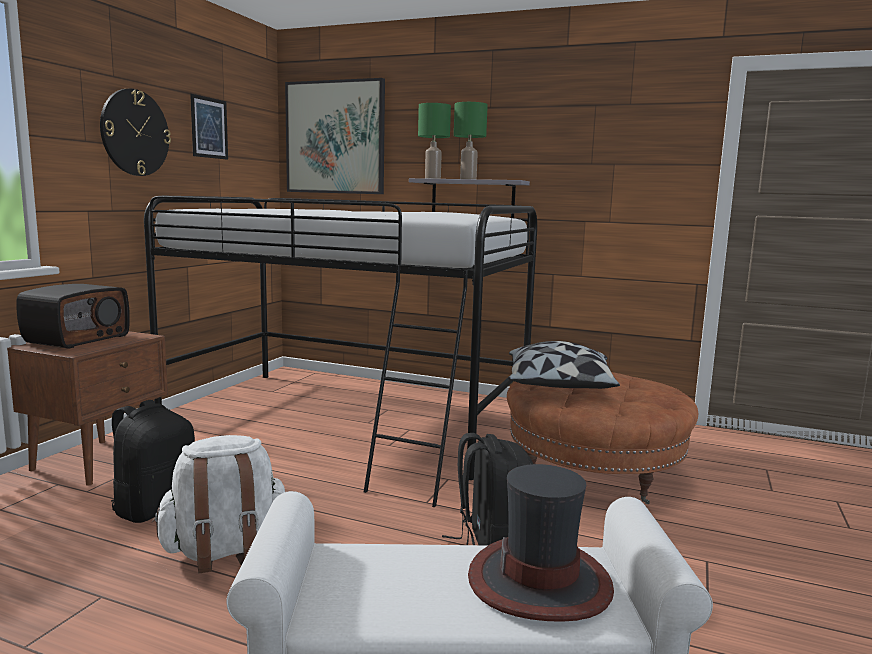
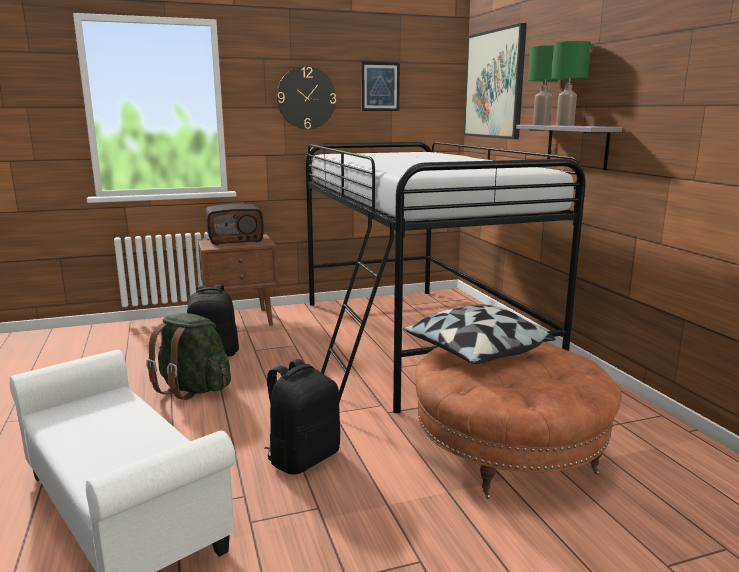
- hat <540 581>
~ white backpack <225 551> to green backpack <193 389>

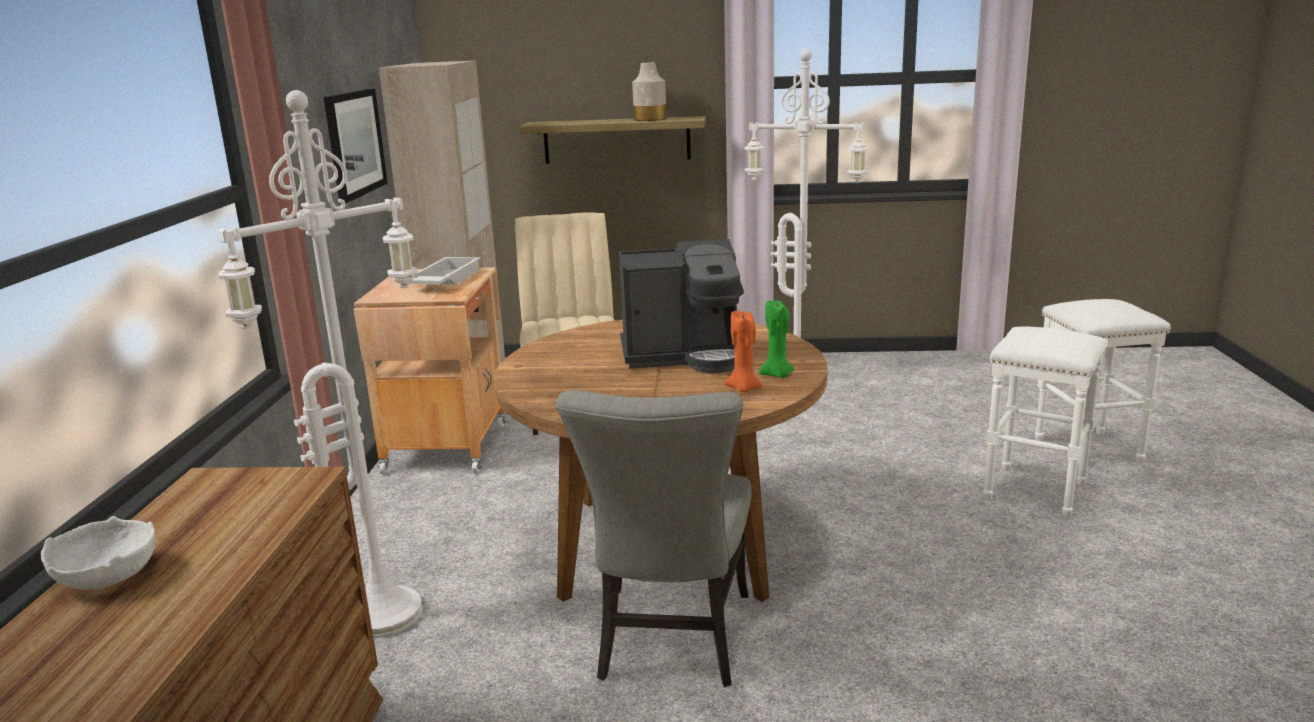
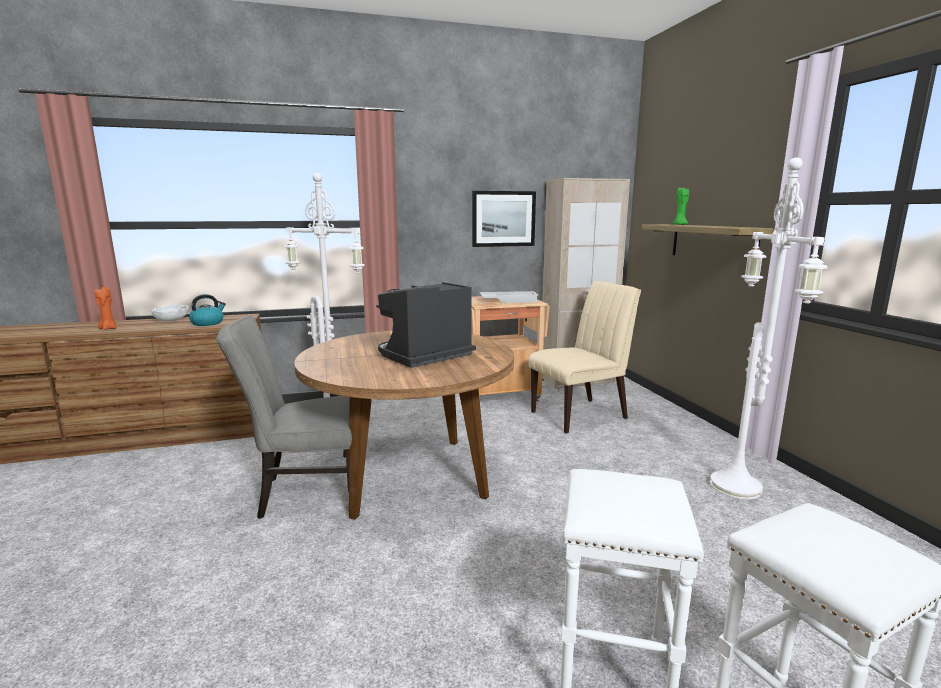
- beige vase <650 119>
+ kettle <208 323>
~ orange candle <743 389> to <108 329>
~ green candle <777 375> to <679 225>
~ coffee machine <685 355> = <424 356> 75 degrees clockwise

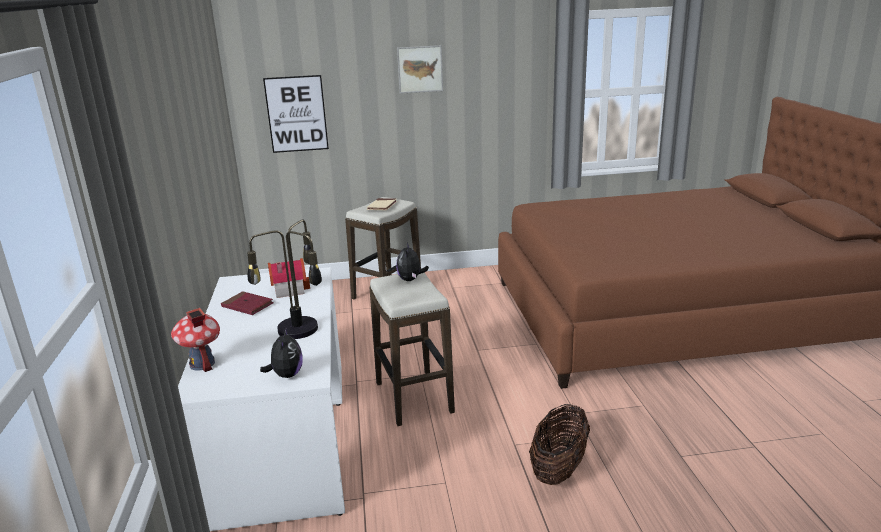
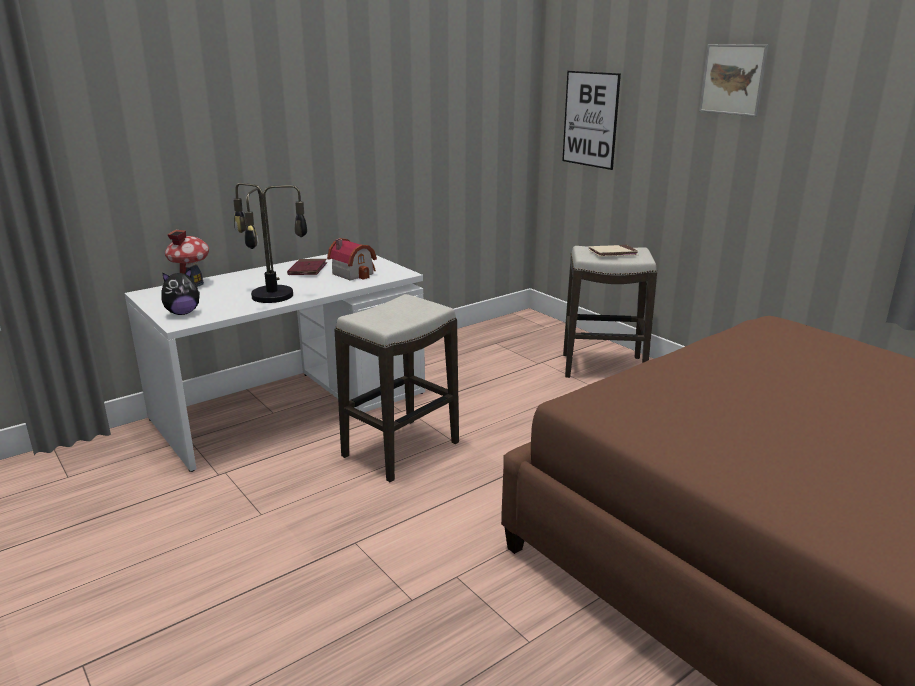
- plush toy <411 280>
- basket <559 468>

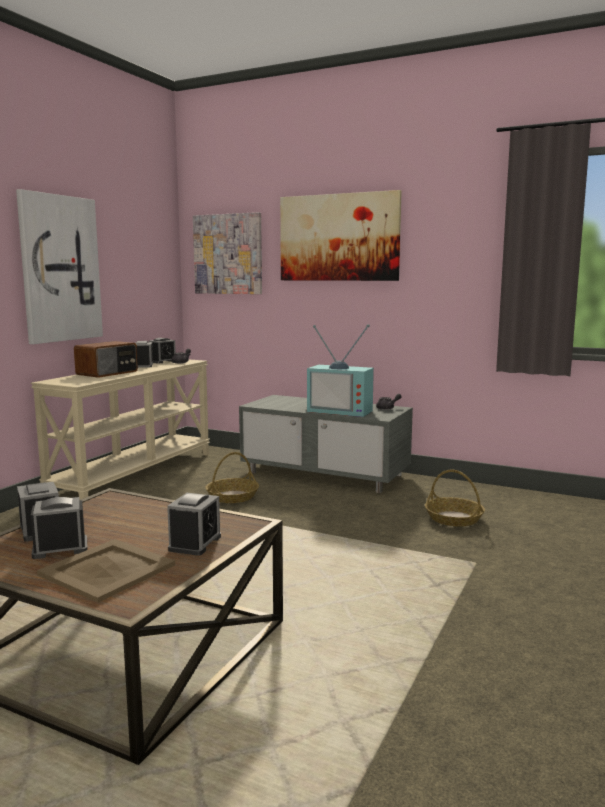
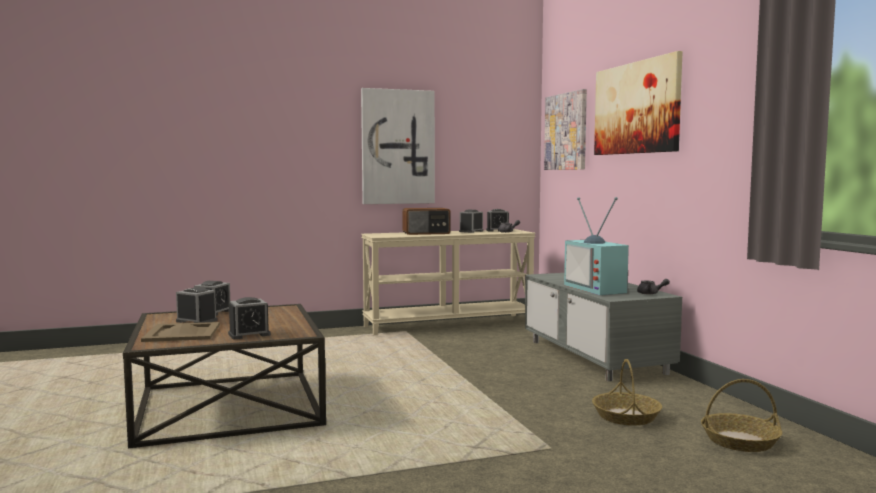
~ basket <232 497> to <739 441>

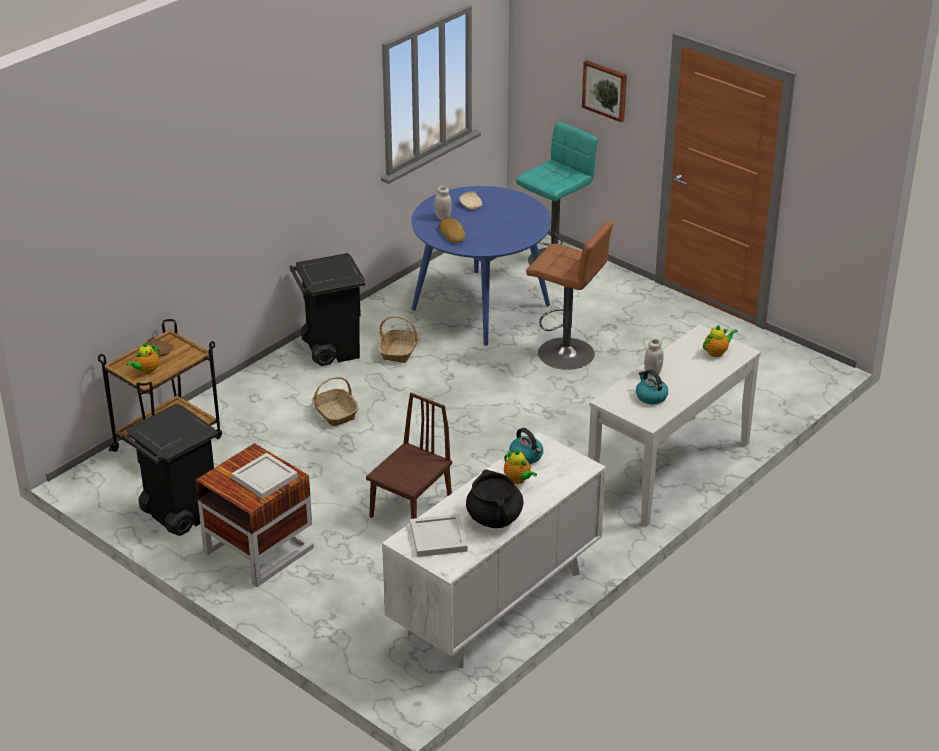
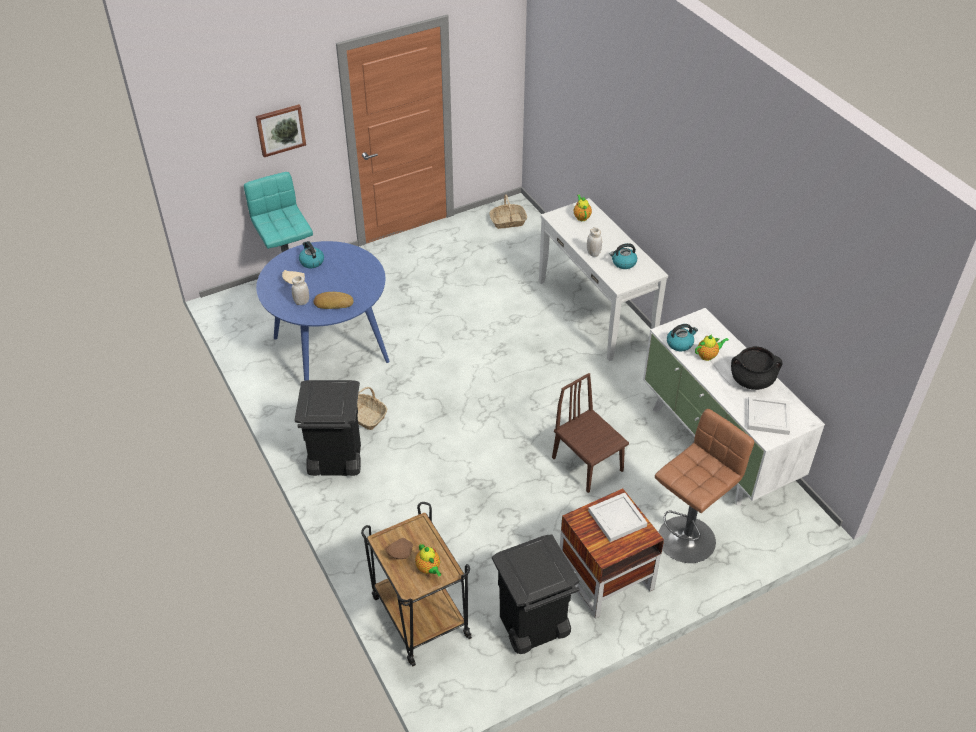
+ kettle <311 261>
~ basket <335 413> to <508 221>
~ brown stool <566 354> to <687 539>

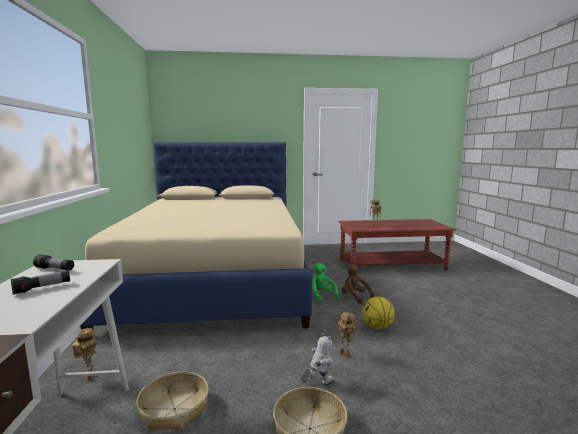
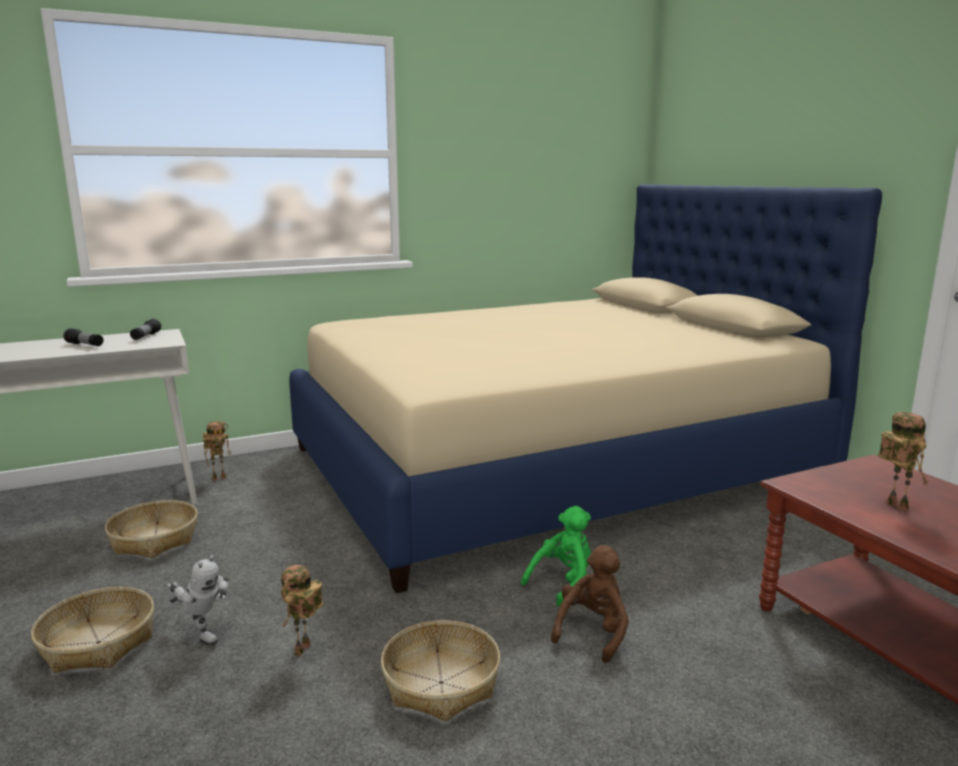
~ basketball <377 327> to basket <440 683>

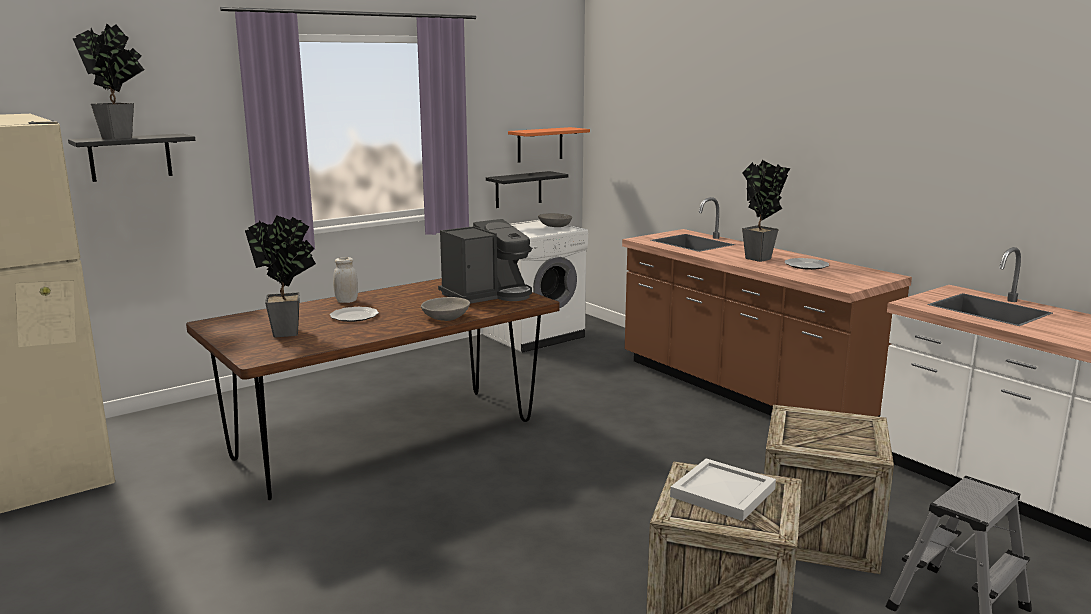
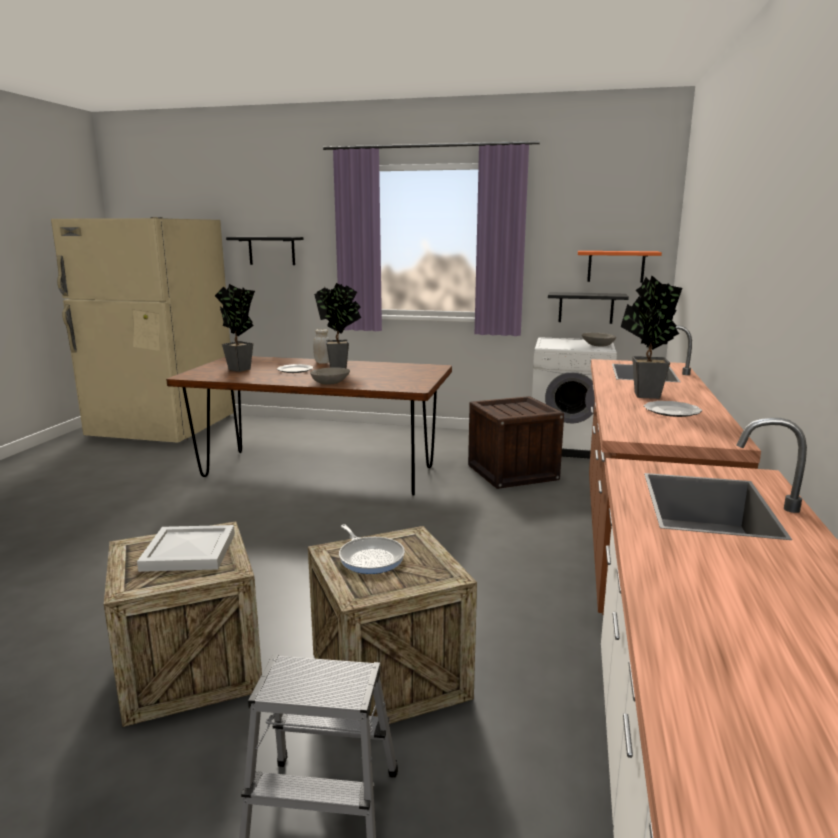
- coffee machine <488 295>
+ frying pan <370 557>
+ crate <512 472>
~ potted plant <122 137> to <341 367>

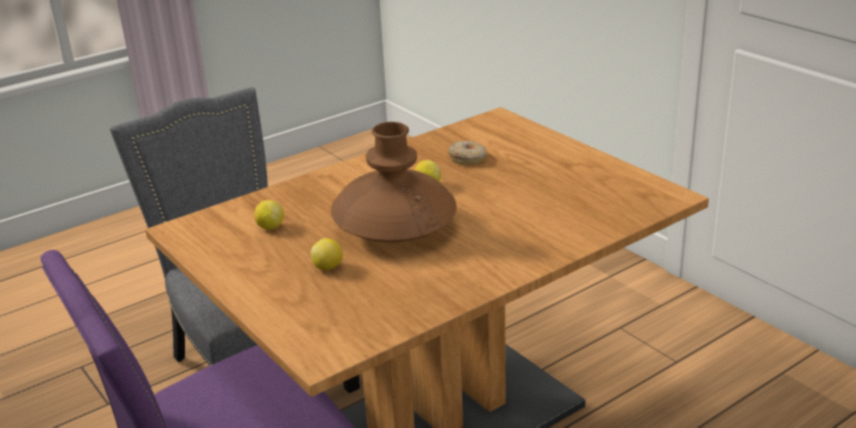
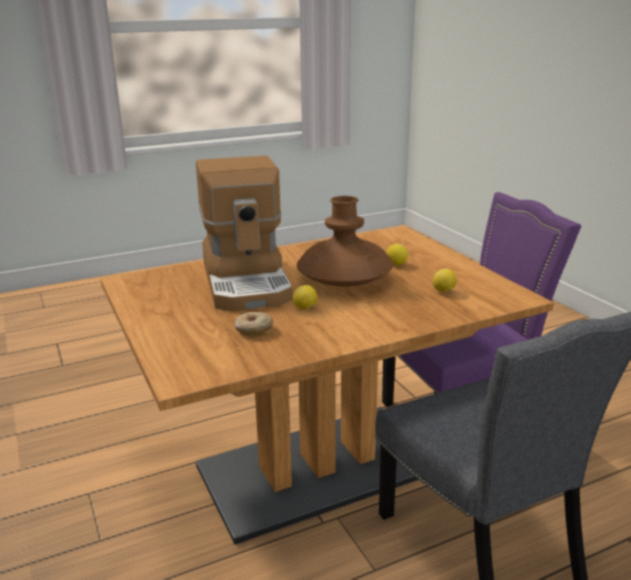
+ coffee machine <248 281>

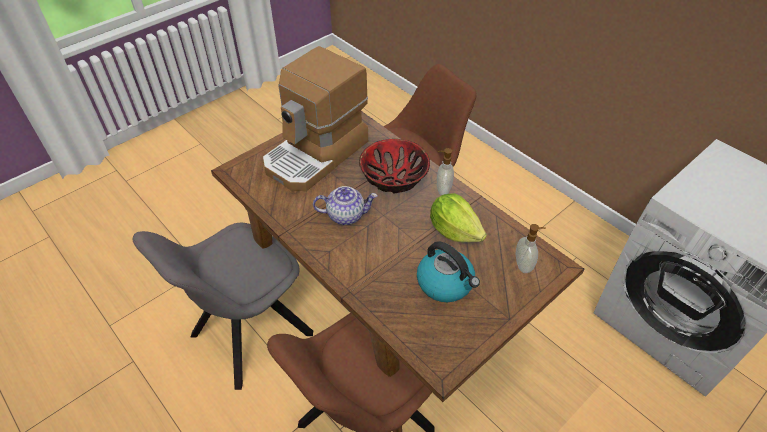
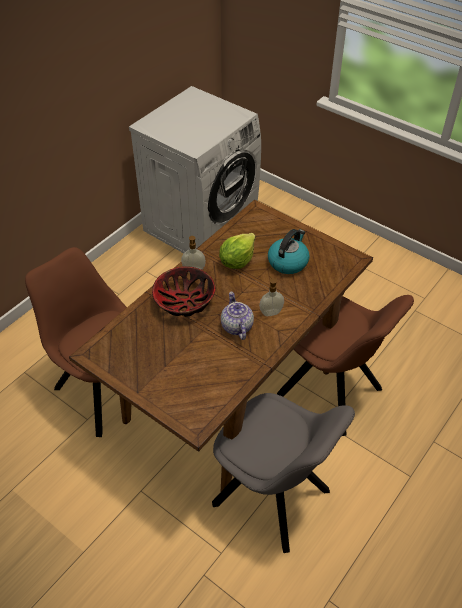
- coffee machine <317 155>
~ soap dispenser <524 265> to <270 312>

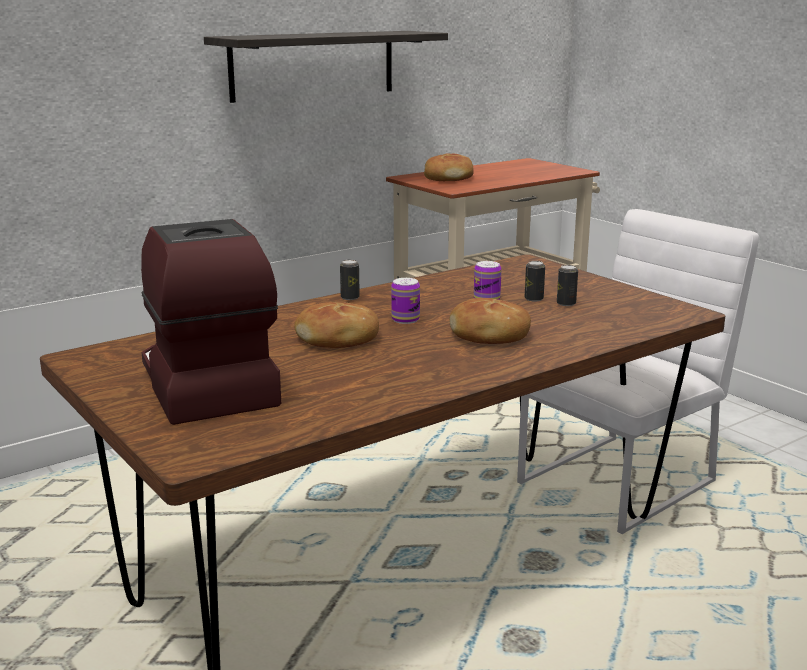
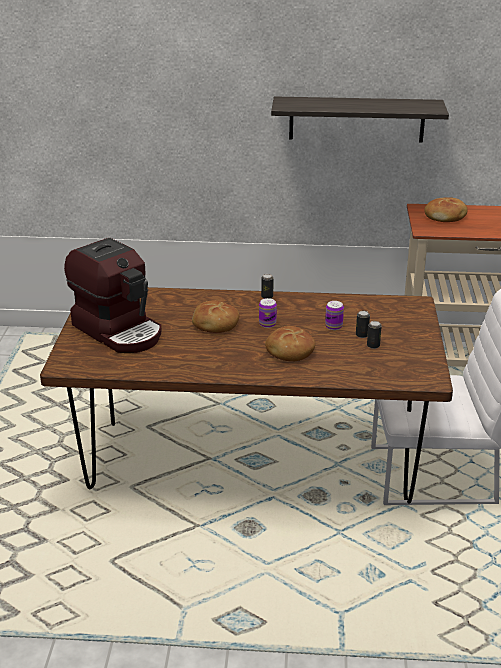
~ coffee machine <205 386> = <119 330> 120 degrees clockwise

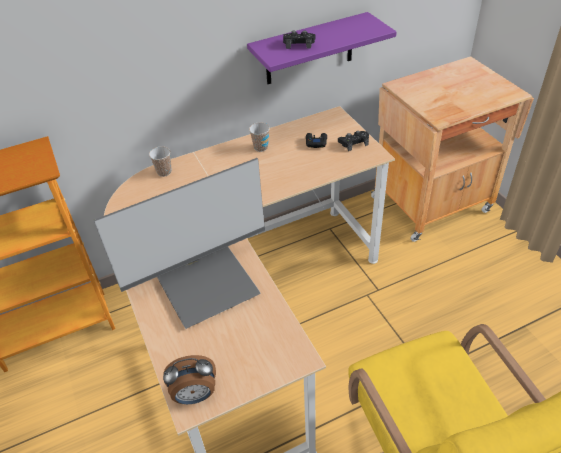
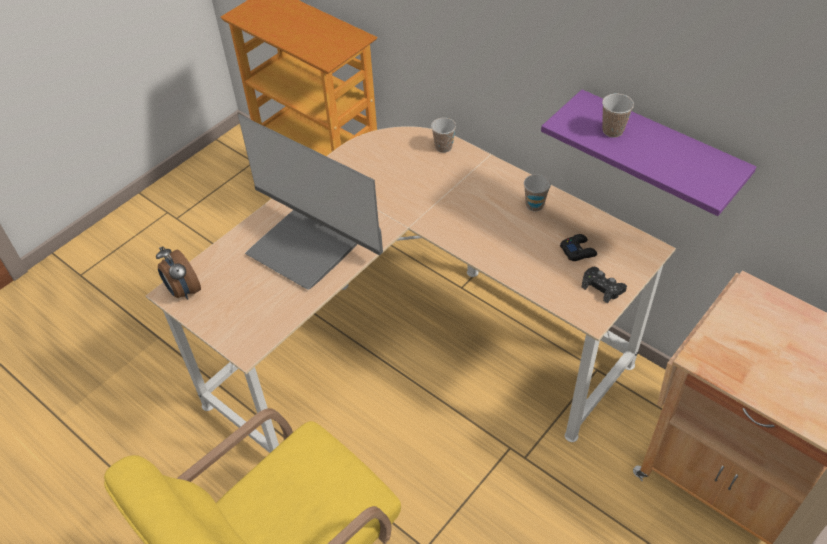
~ black game controller <299 43> to cup <612 131>

